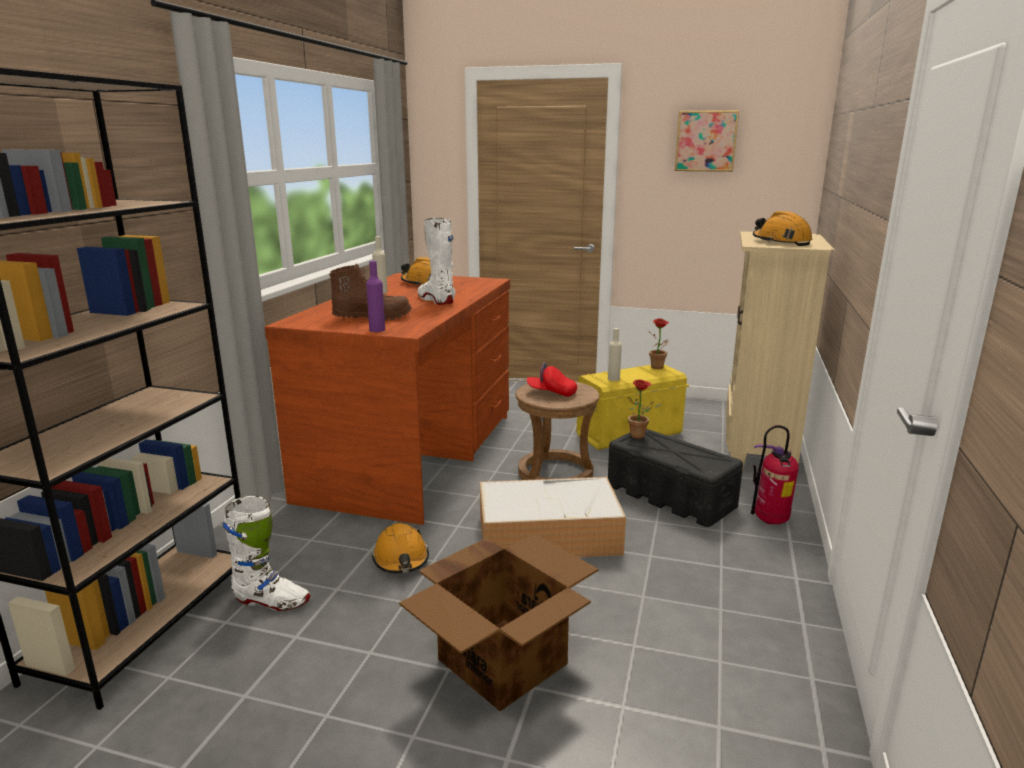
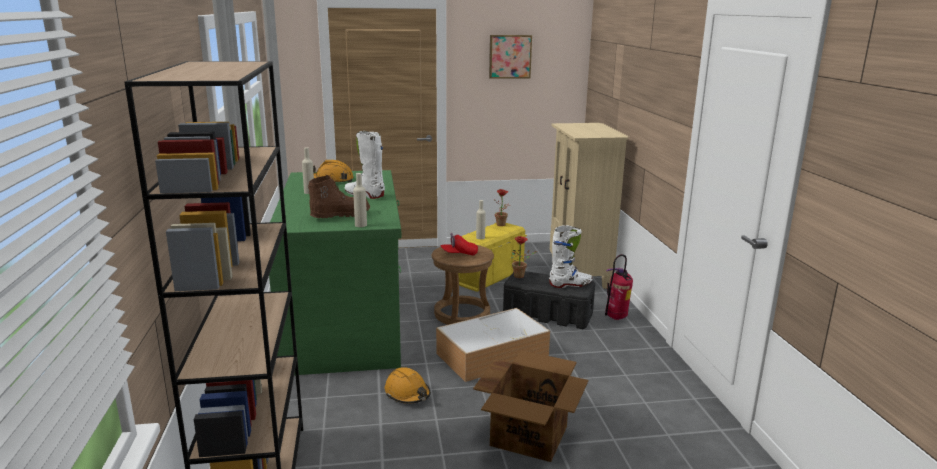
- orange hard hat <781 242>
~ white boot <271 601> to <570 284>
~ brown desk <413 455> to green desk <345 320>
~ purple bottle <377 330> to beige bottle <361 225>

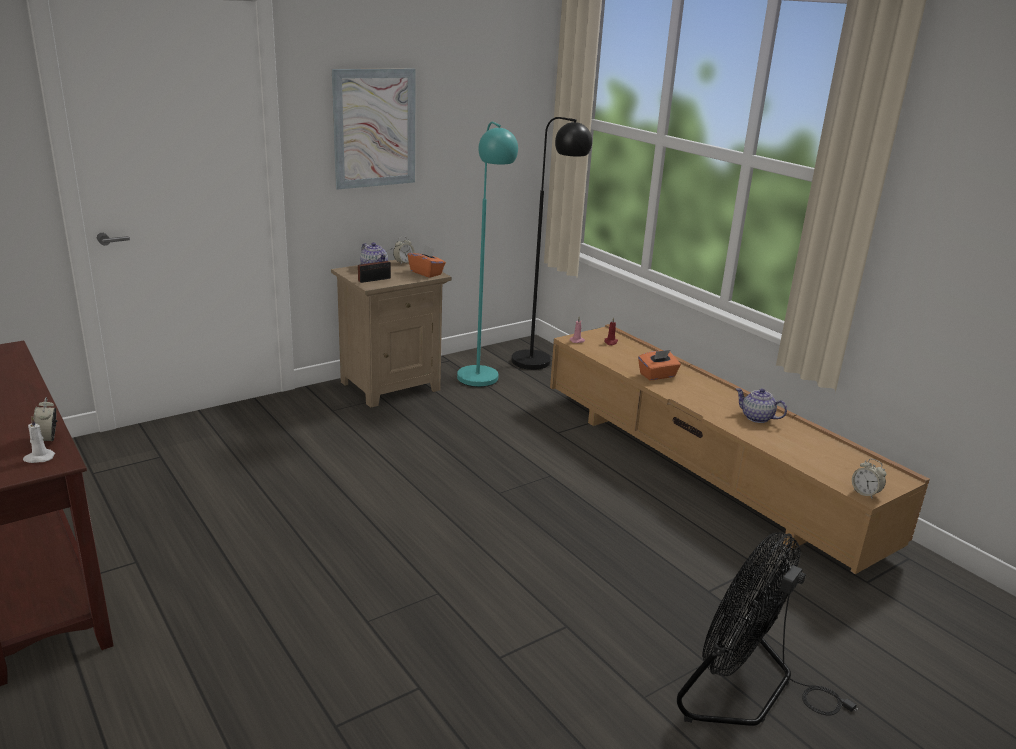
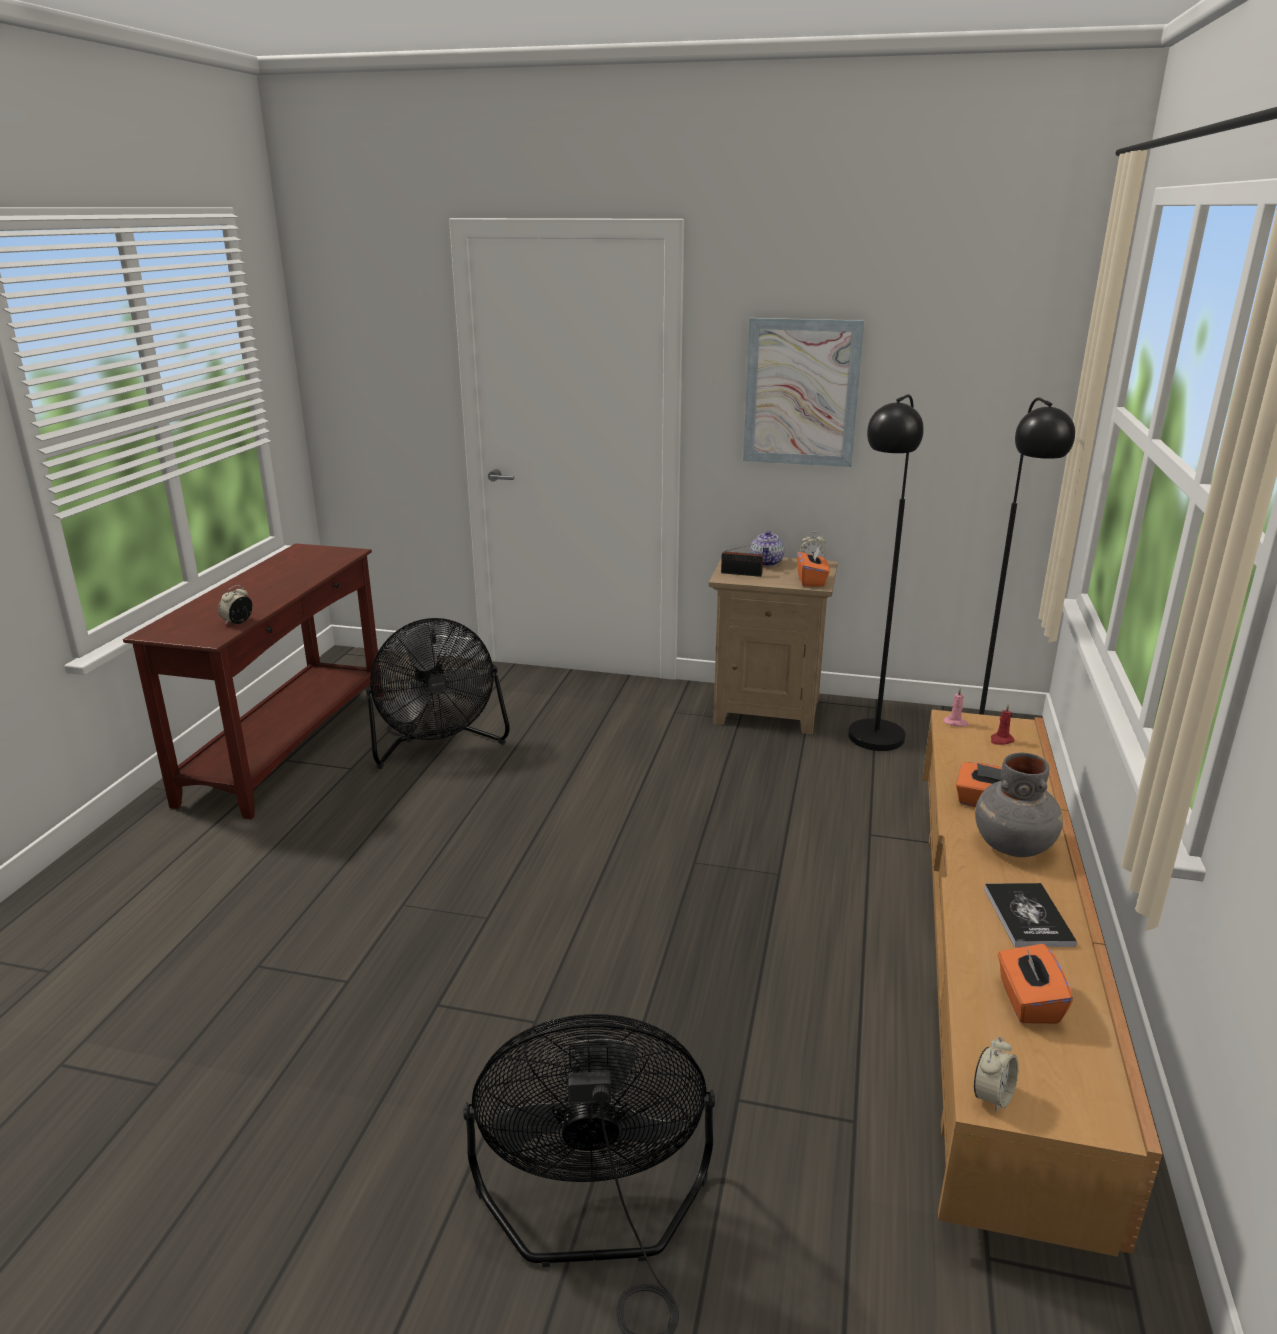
- white candle <38 458>
+ black fan <432 744>
+ grey vase <1013 845>
+ orange tissue box <1027 1002>
~ teapot <756 418> to book <1028 916>
~ turquoise floor lamp <481 383> to black floor lamp <870 745>
~ alarm clock <865 493> = <992 1096> 150 degrees counterclockwise

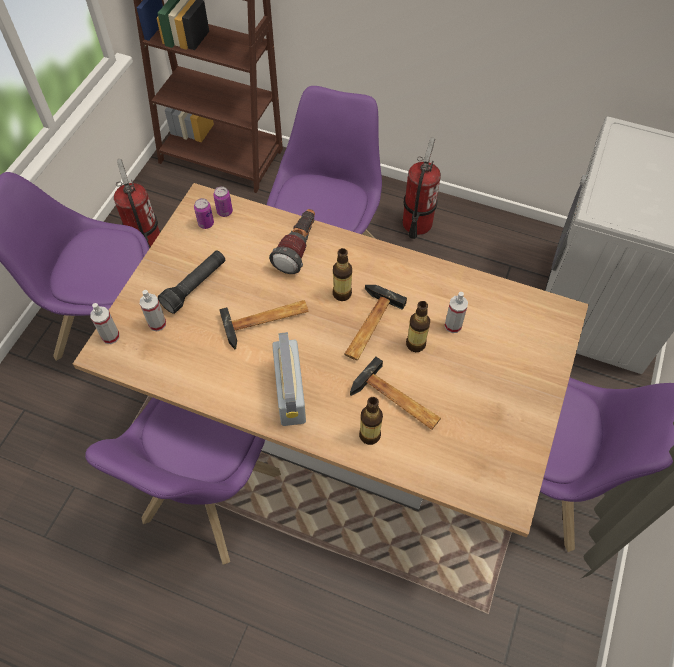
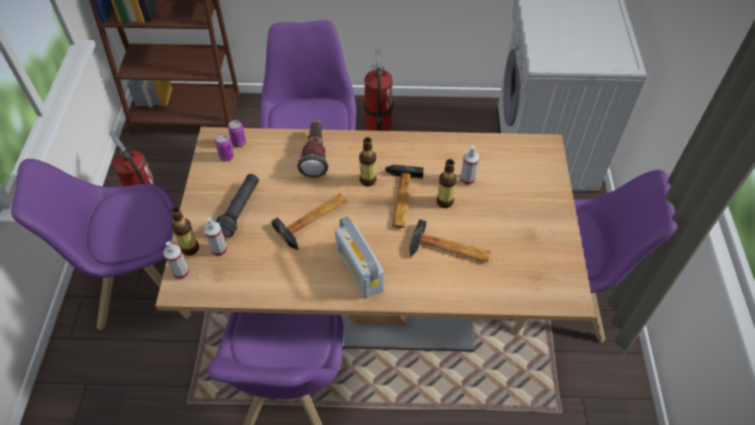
~ bottle <369 435> to <190 248>

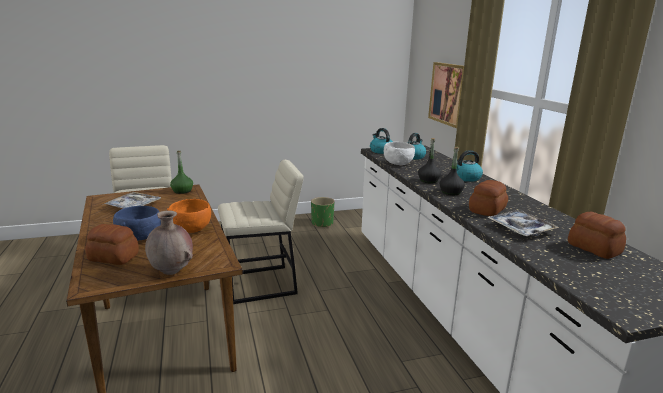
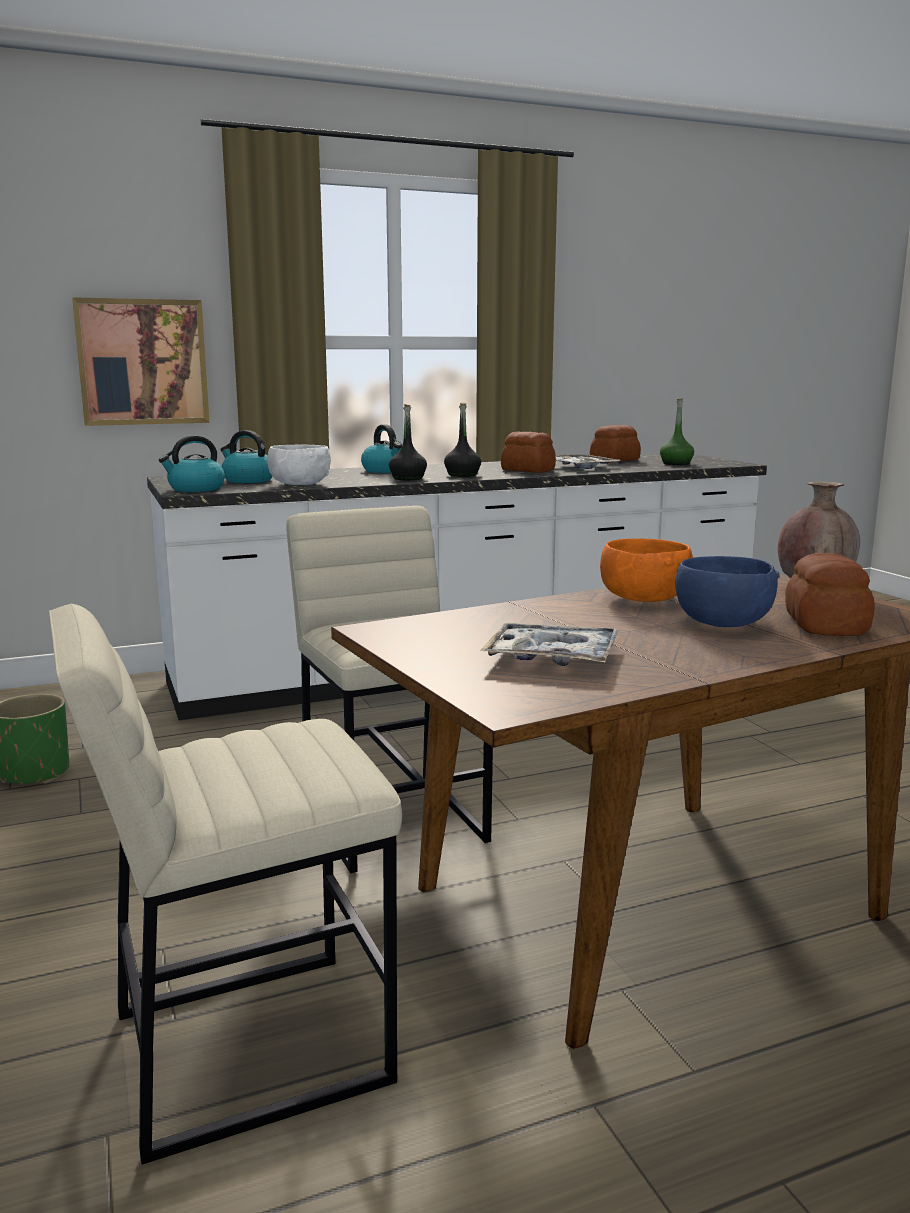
~ green bottle <182 191> to <676 464>

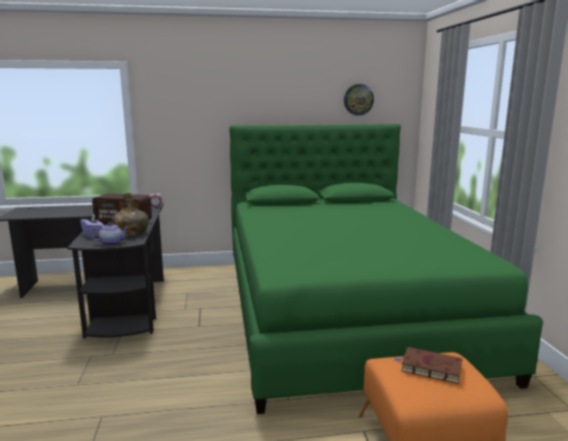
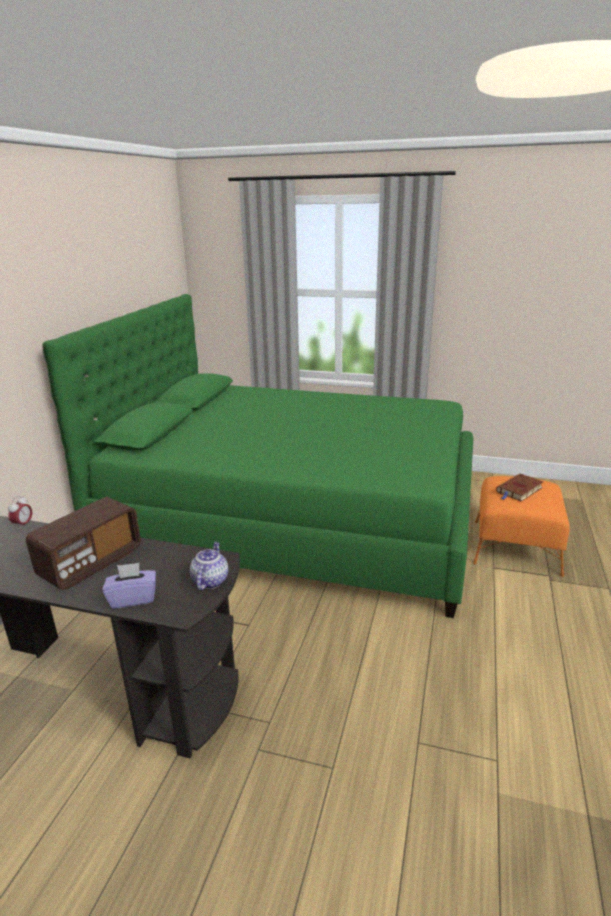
- green bottle <131 233>
- wall clock <358 99>

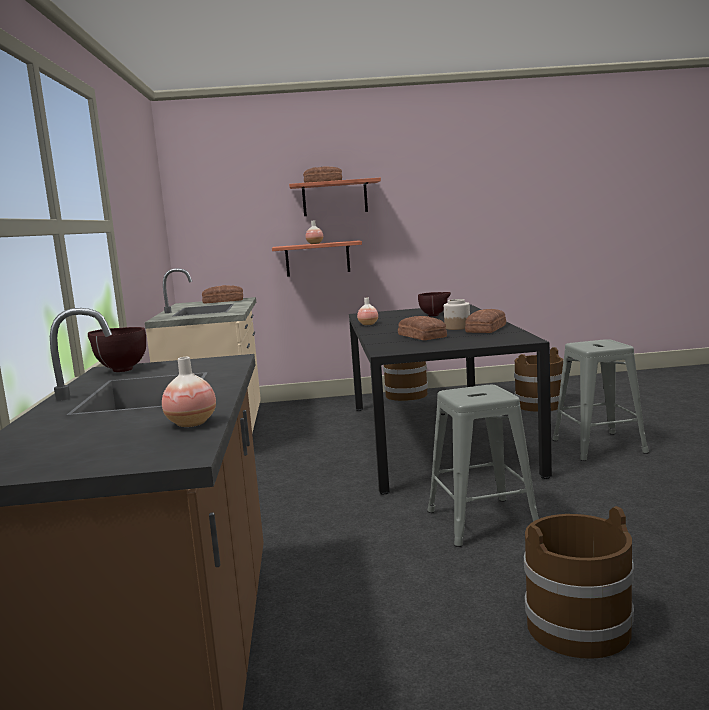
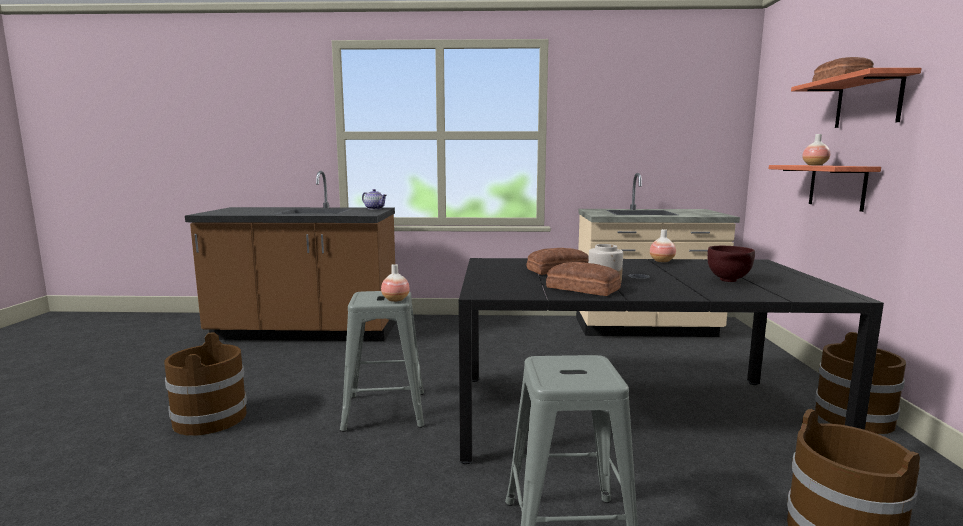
- bread <223 301>
~ vase <191 423> to <395 300>
~ brown bowl <120 370> to teapot <375 208>

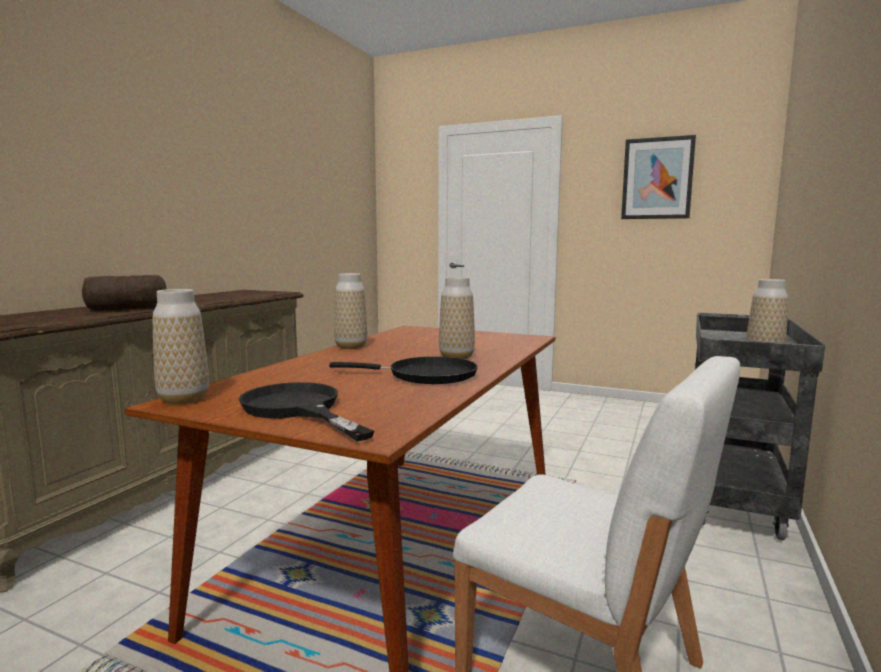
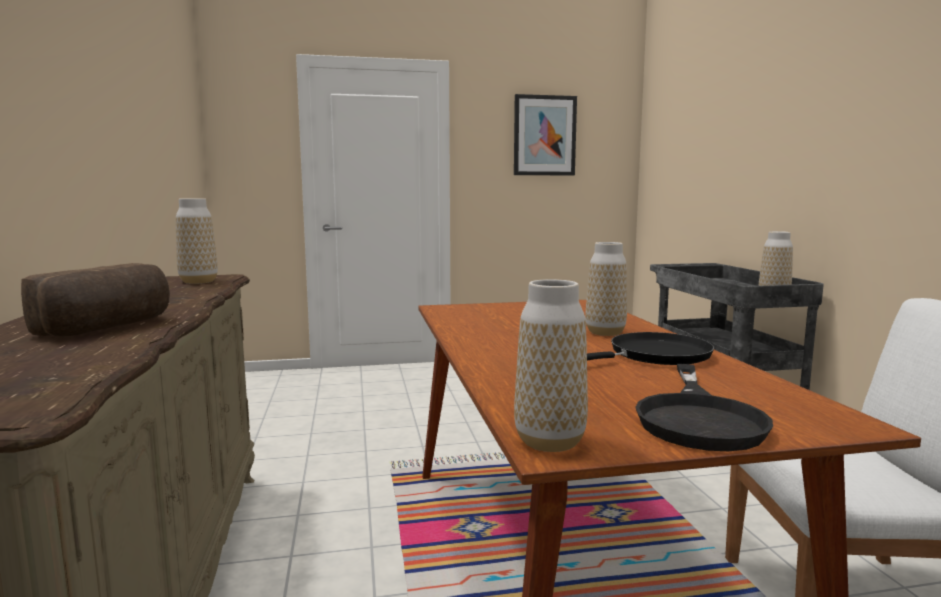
~ vase <351 347> to <198 282>
~ black frying pan <298 409> = <698 417> 90 degrees counterclockwise

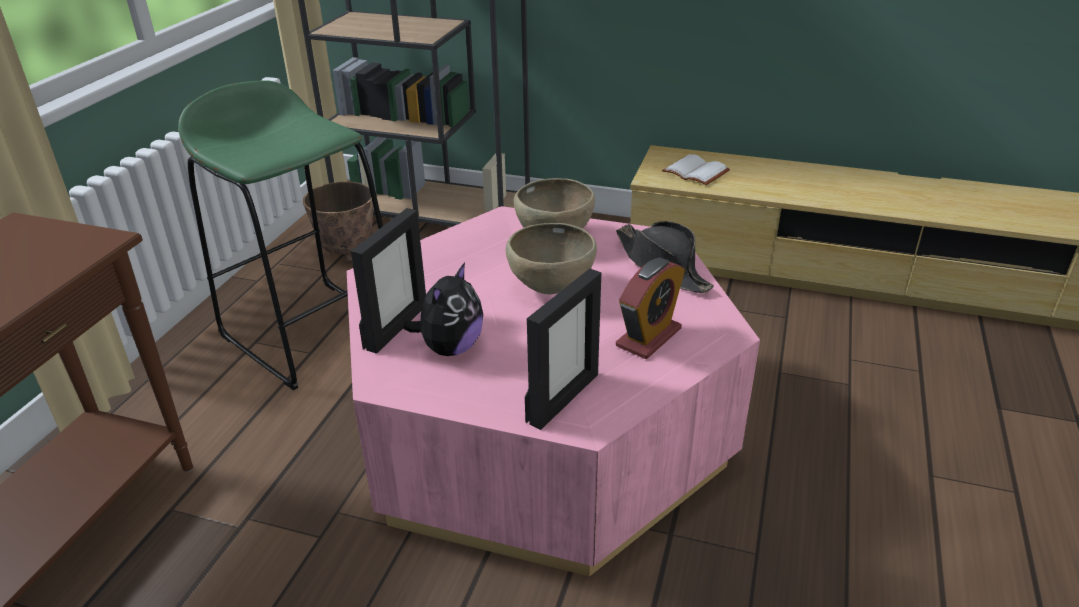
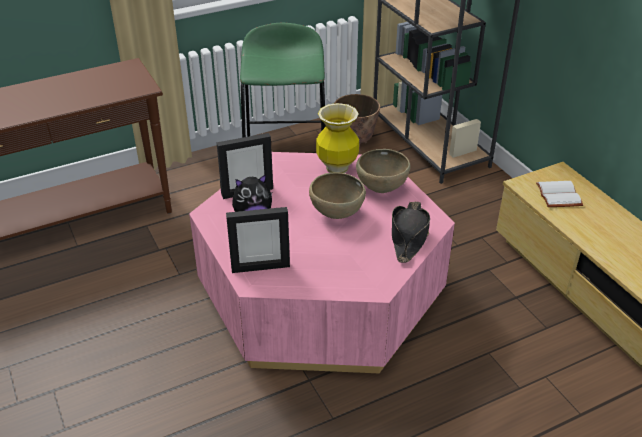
- alarm clock <648 337>
+ vase <336 168>

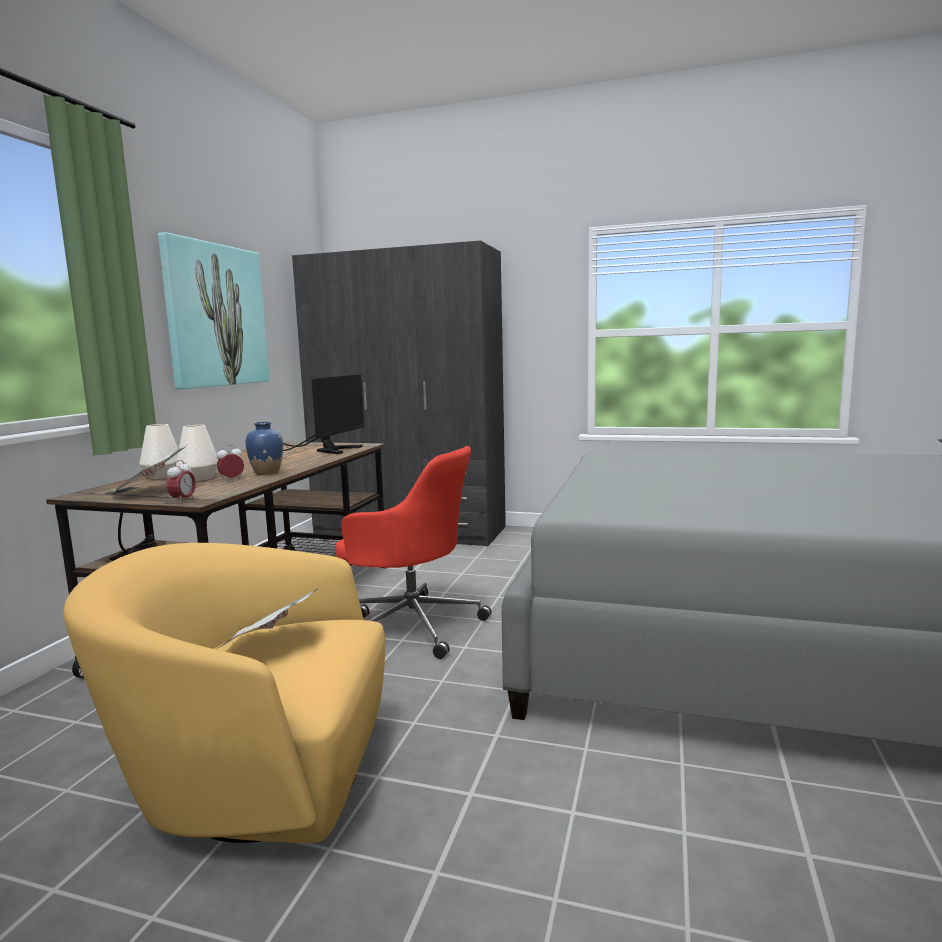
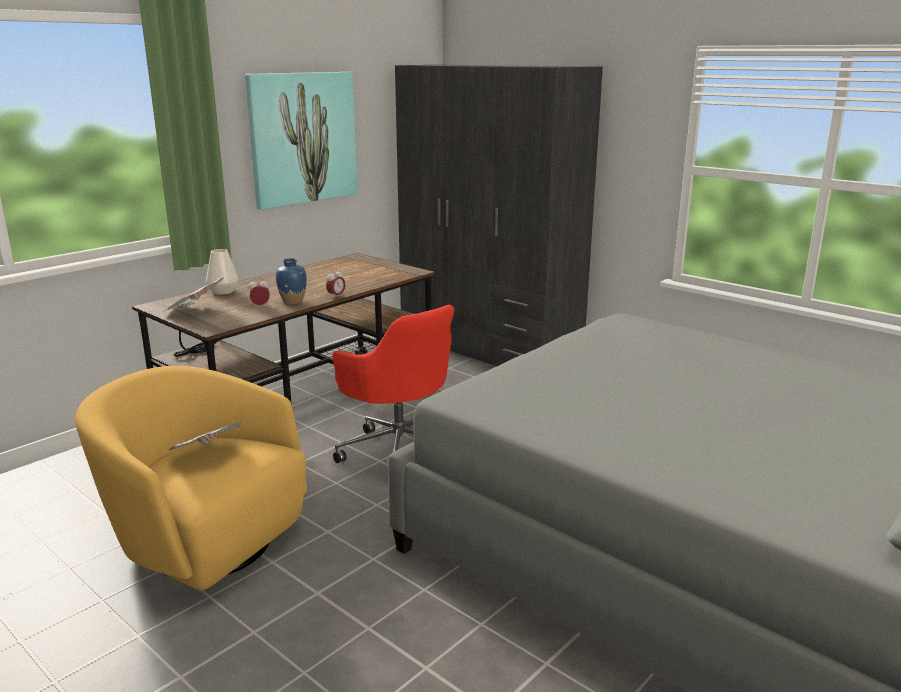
- white vase <199 478>
- monitor <324 449>
~ alarm clock <183 500> to <336 296>

